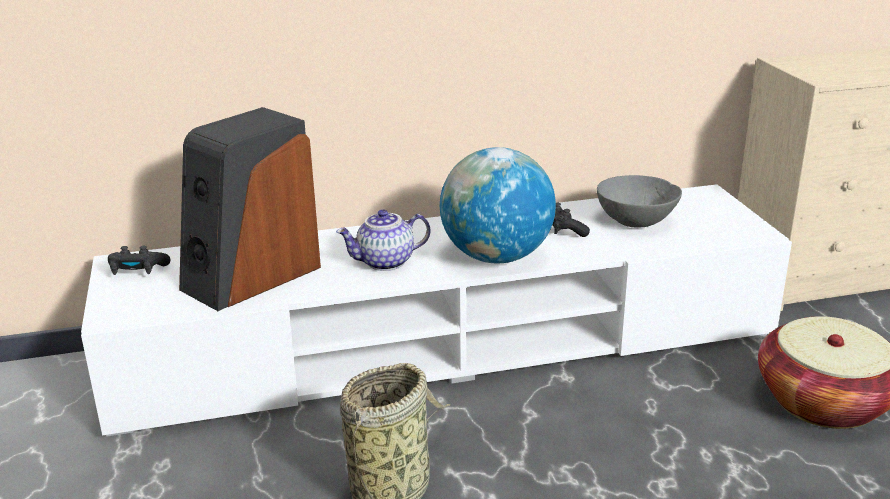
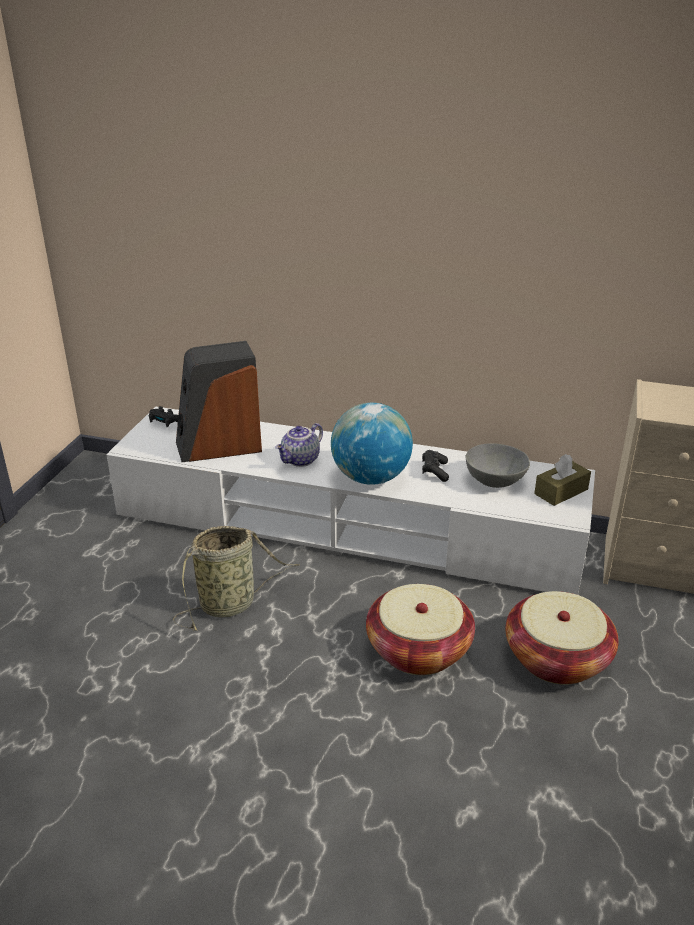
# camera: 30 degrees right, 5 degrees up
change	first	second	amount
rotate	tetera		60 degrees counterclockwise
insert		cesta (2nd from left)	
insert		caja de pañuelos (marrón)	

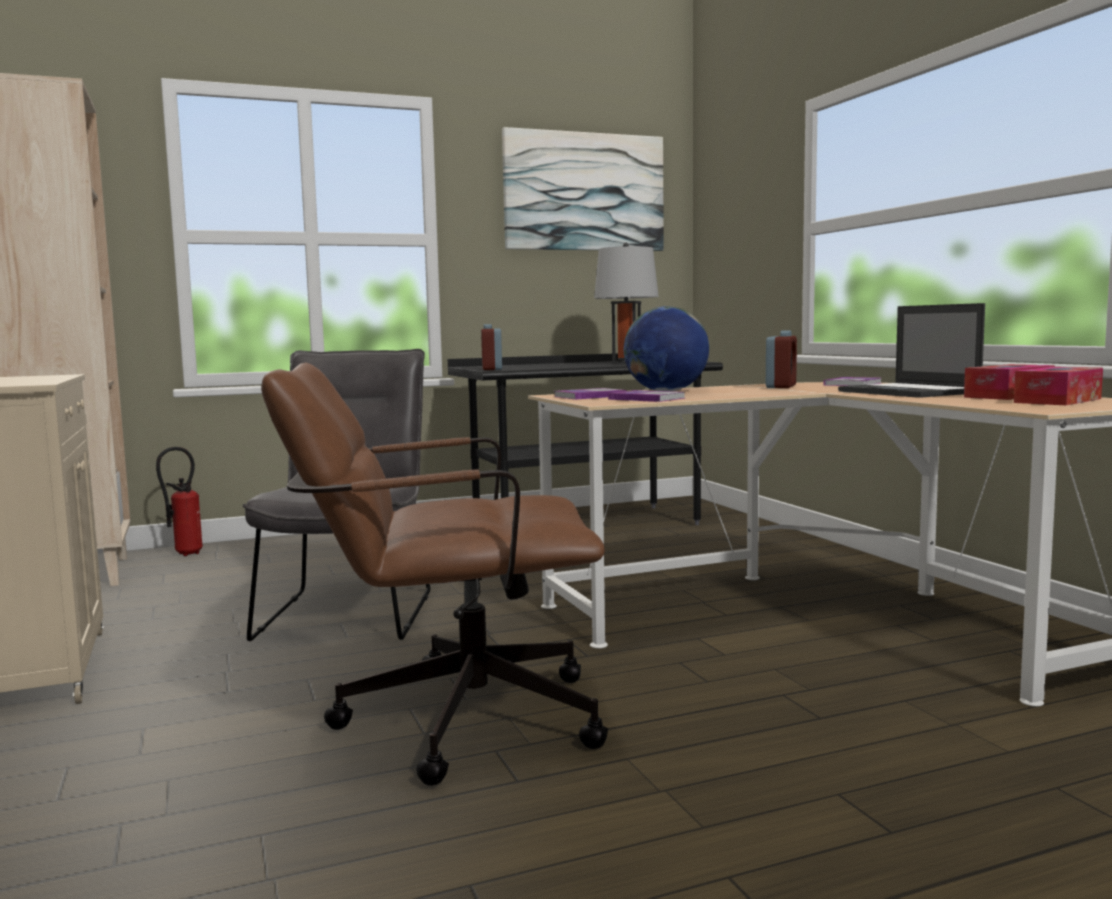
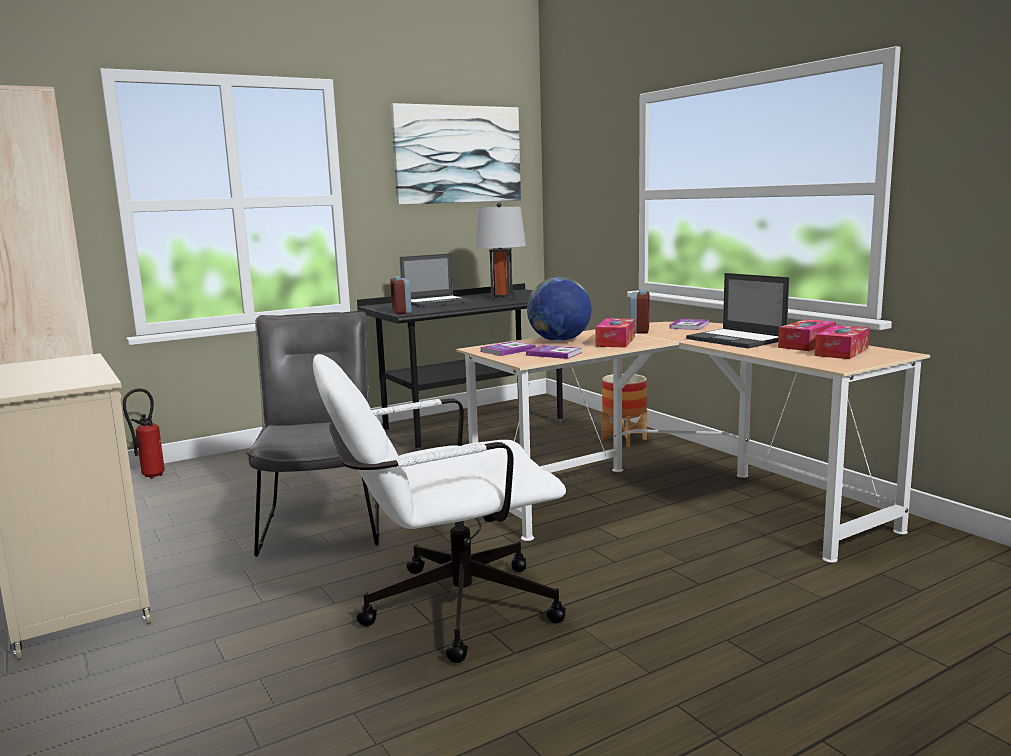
# camera: 10 degrees left, 5 degrees up
change	first	second	amount
recolor	silla de oficina (marrón)	silla de oficina (blanco)	
insert		portátil (1st from left)	
insert		caja de pañuelos (1st from left)	
insert		maceta	

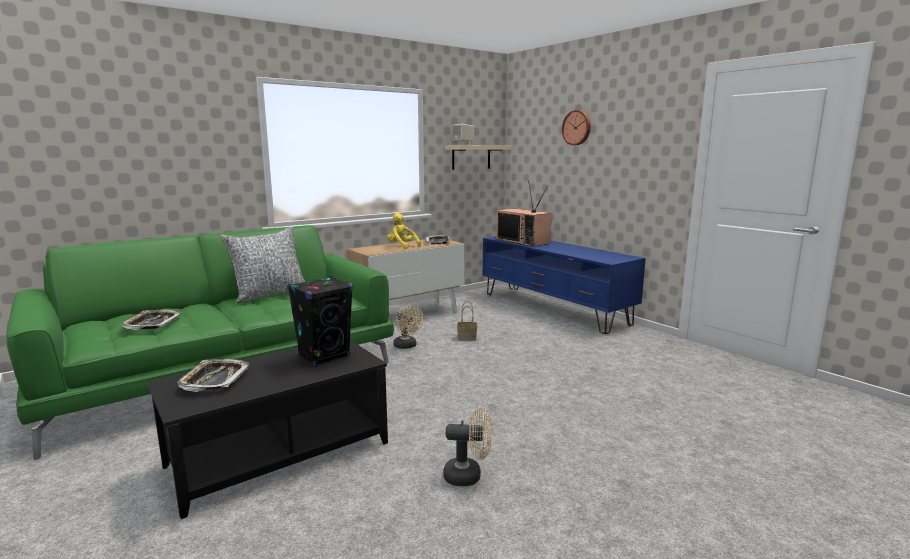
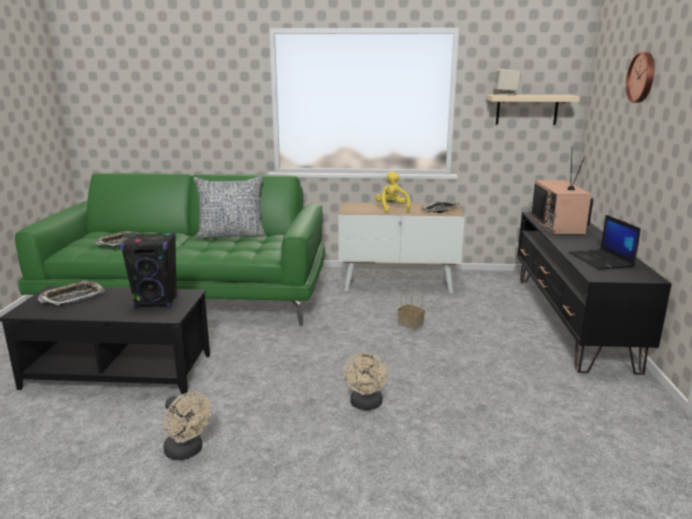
# camera: 40 degrees right, 5 degrees up
change	first	second	amount
move	ventilador (beis) (1st from left in the first image)	ventilador (beis) (2nd from left)	
recolor	mueble de televisión (azul)	mueble de televisión (negro)	
insert		portátil	

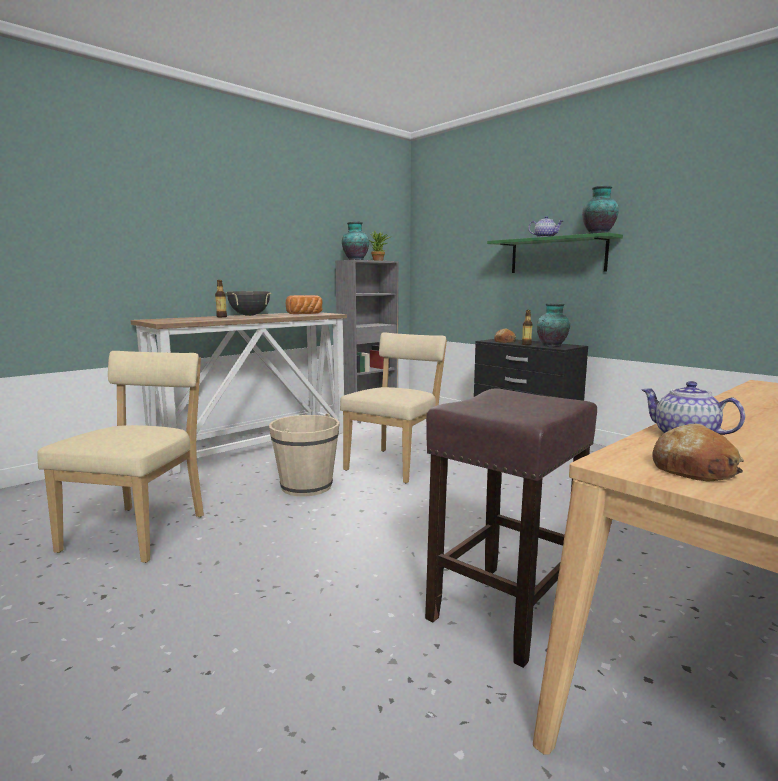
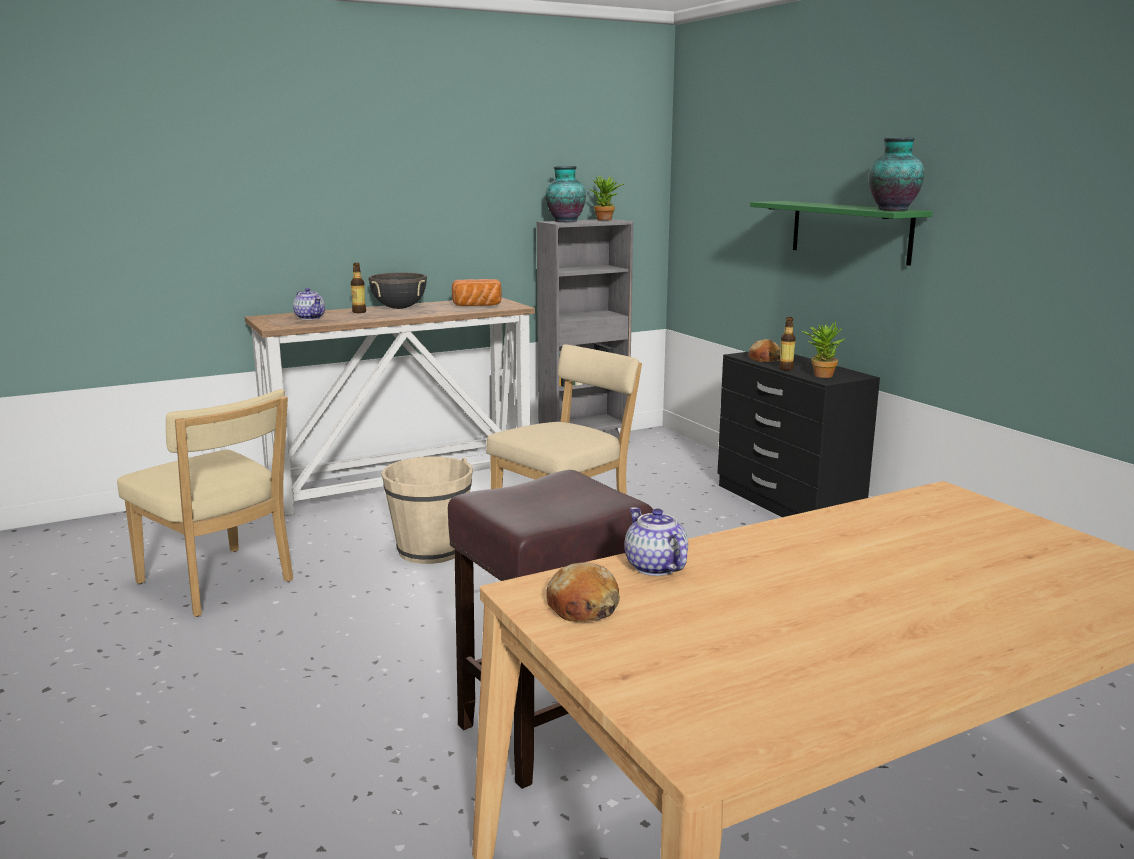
# camera: 15 degrees right, 5 degrees up
change	first	second	amount
rotate	silla (beis) (1st from left)		105 degrees clockwise
move	tetera (1st from left)		
replace	florero (2nd from left)	planta en maceta (2nd from left)	

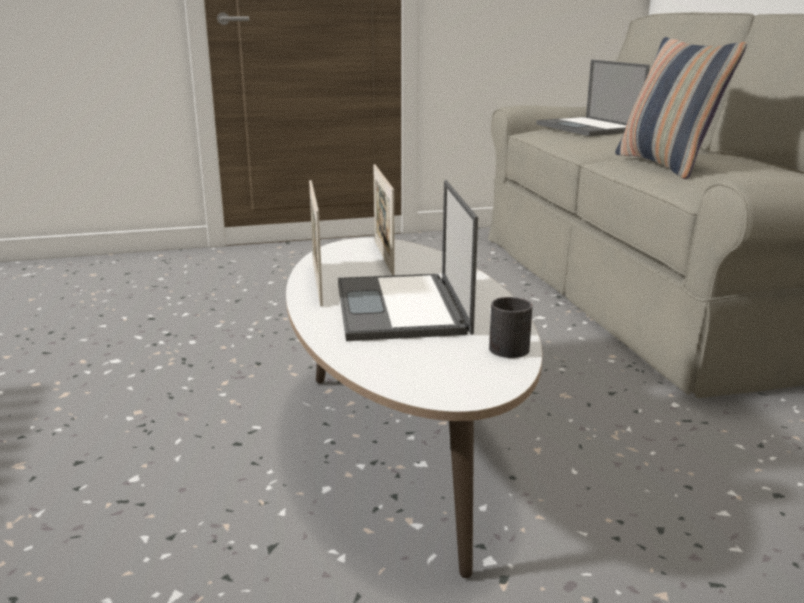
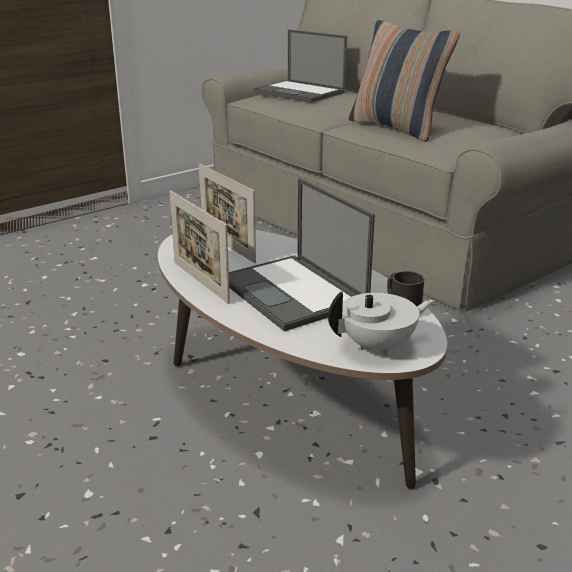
# camera: 25 degrees left, 5 degrees up
change	first	second	amount
insert		tetera (blanco)	

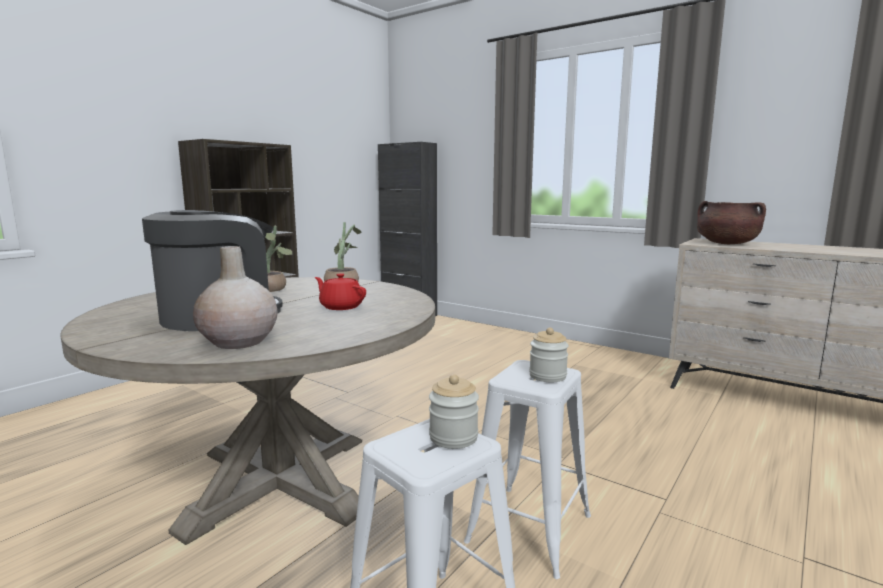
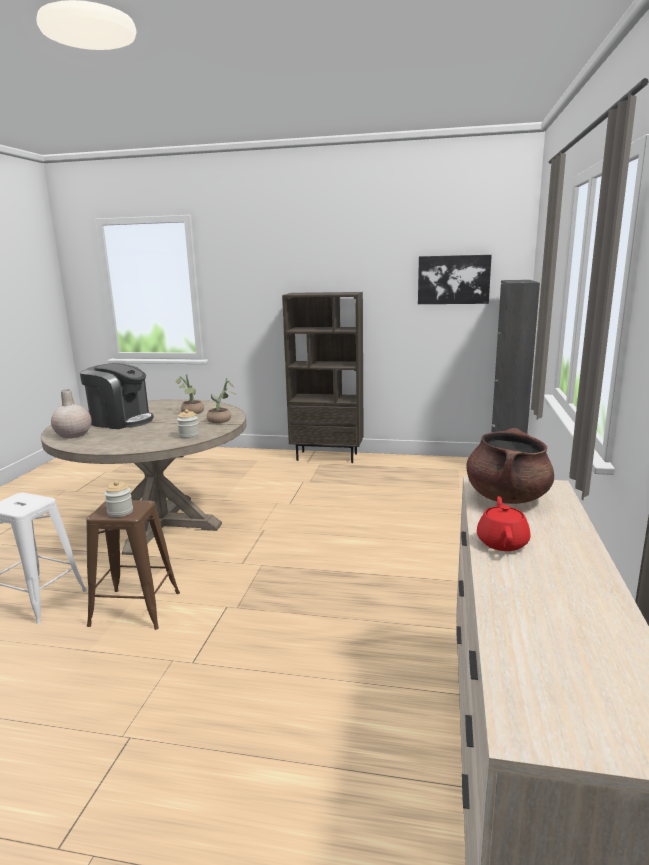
# camera: 65 degrees right, 5 degrees up
change	first	second	amount
recolor	taburete (blanco) (2nd from left)	taburete (marrón)	
move	tarro (1st from left in the first image)	tarro (2nd from left)	
insert		cuadro	
move	tetera (rojo)		

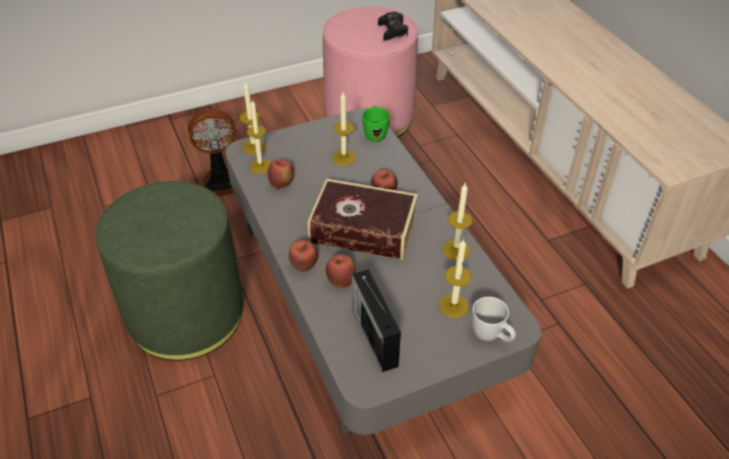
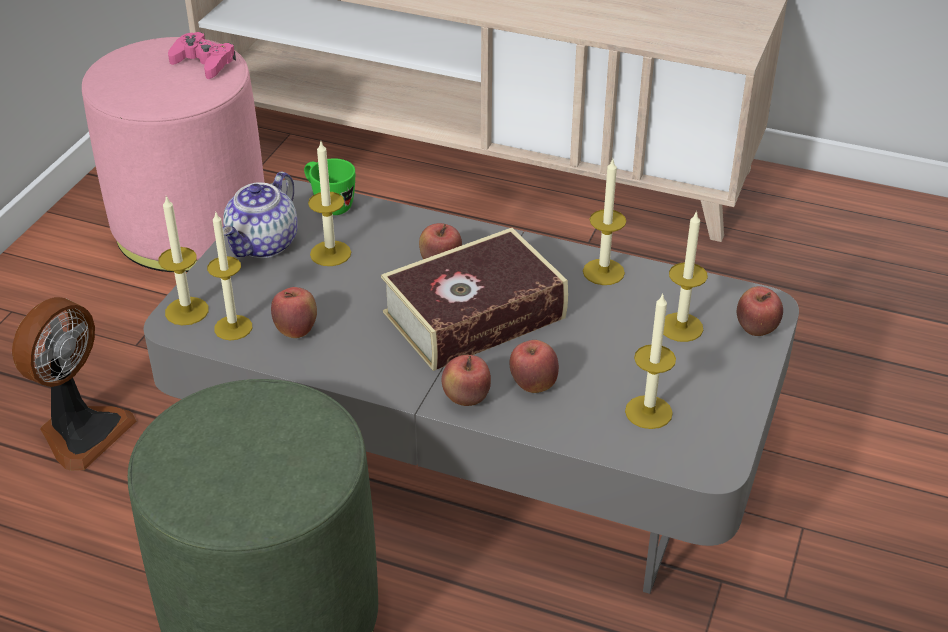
# camera: 45 degrees left, 5 degrees down
change	first	second	amount
recolor	mando de consola (negro)	mando de consola (rosa)	
insert		tetera	
replace	radio	vela (5th from left)	
replace	taza grande (blanco)	manzana (5th from left)	

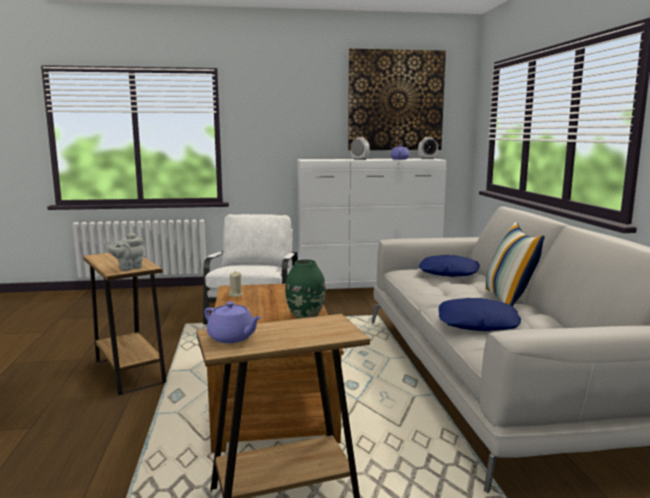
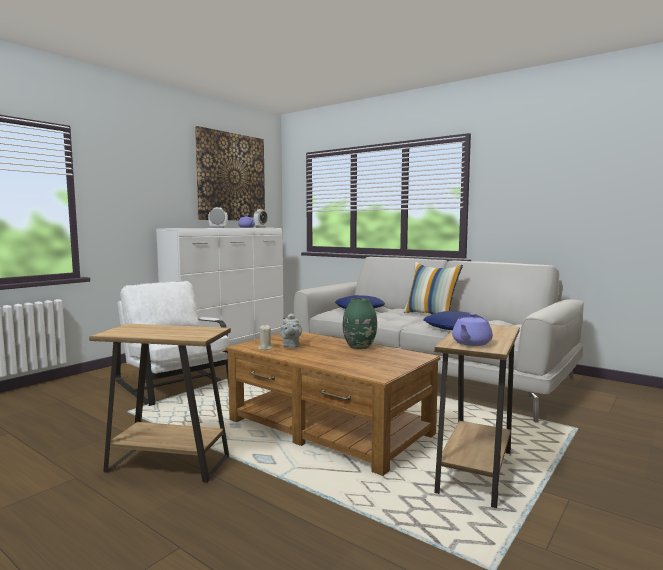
# camera: 45 degrees left, 5 degrees down
change	first	second	amount
move	tetera (gris)		
rotate	tetera (morado) (1st from left in the first image)	tetera (morado) (2nd from left)	135 degrees clockwise

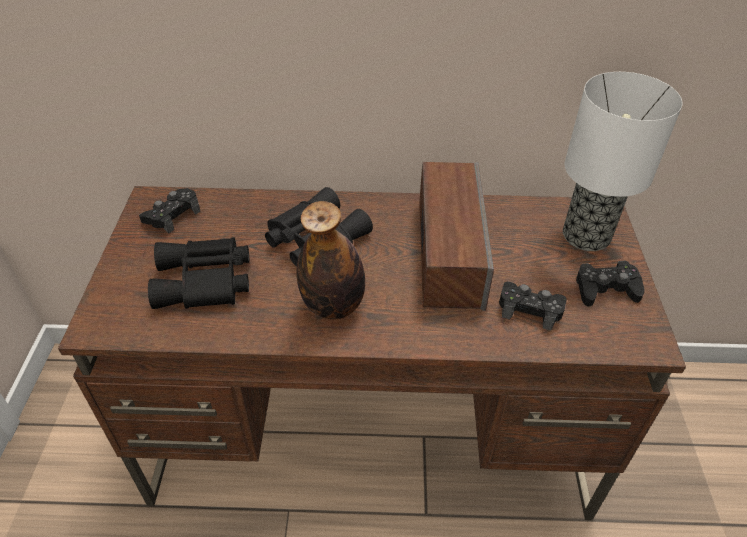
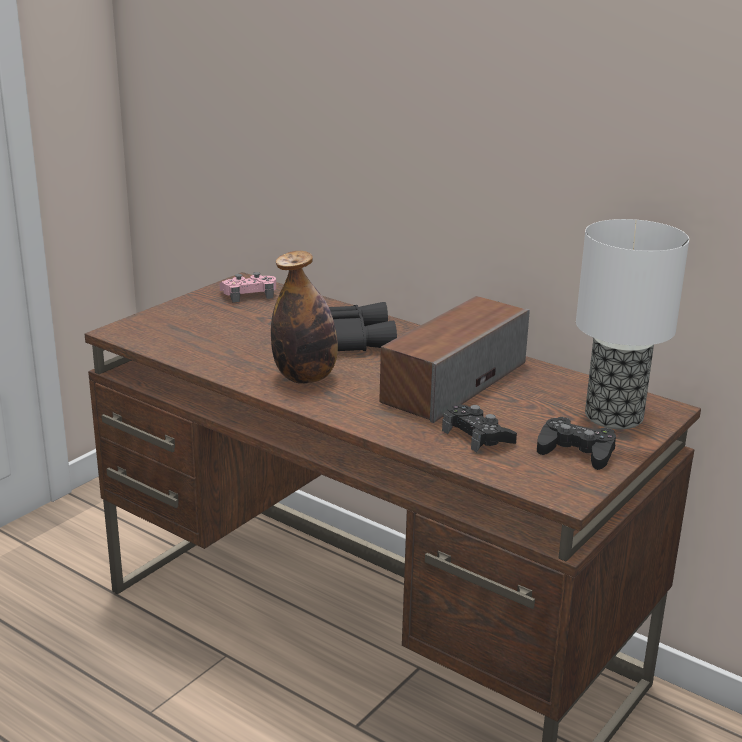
# camera: 35 degrees right, 20 degrees down
change	first	second	amount
recolor	mando de consola (negro) (1st from left)	mando de consola (rosa)	
delete	prismáticos (negro) (1st from left)		

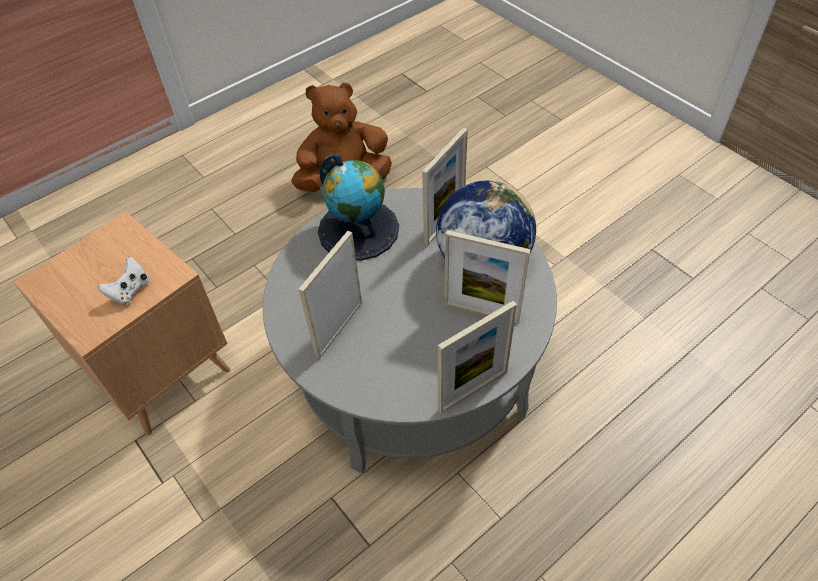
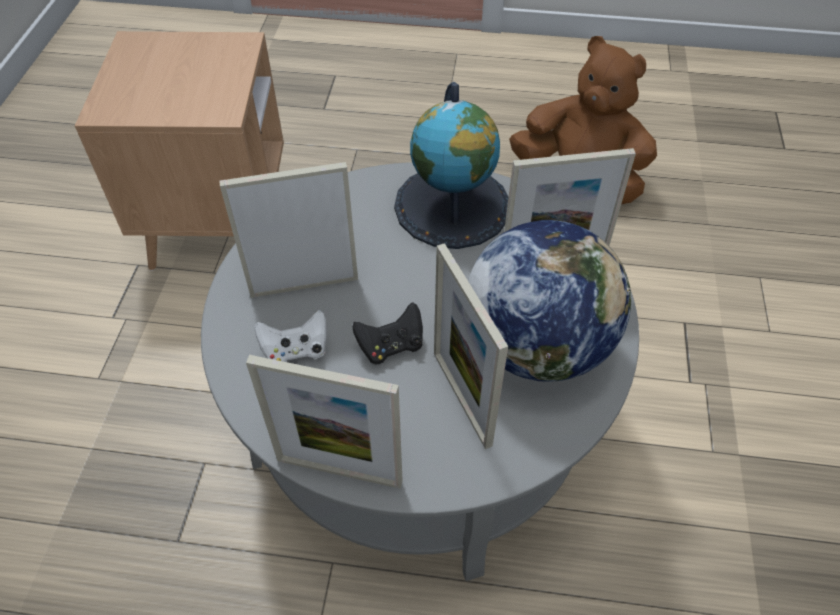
# camera: 45 degrees right, 0 degrees up
change	first	second	amount
move	mando de consola (blanco)		
insert		mando de consola (negro)	

